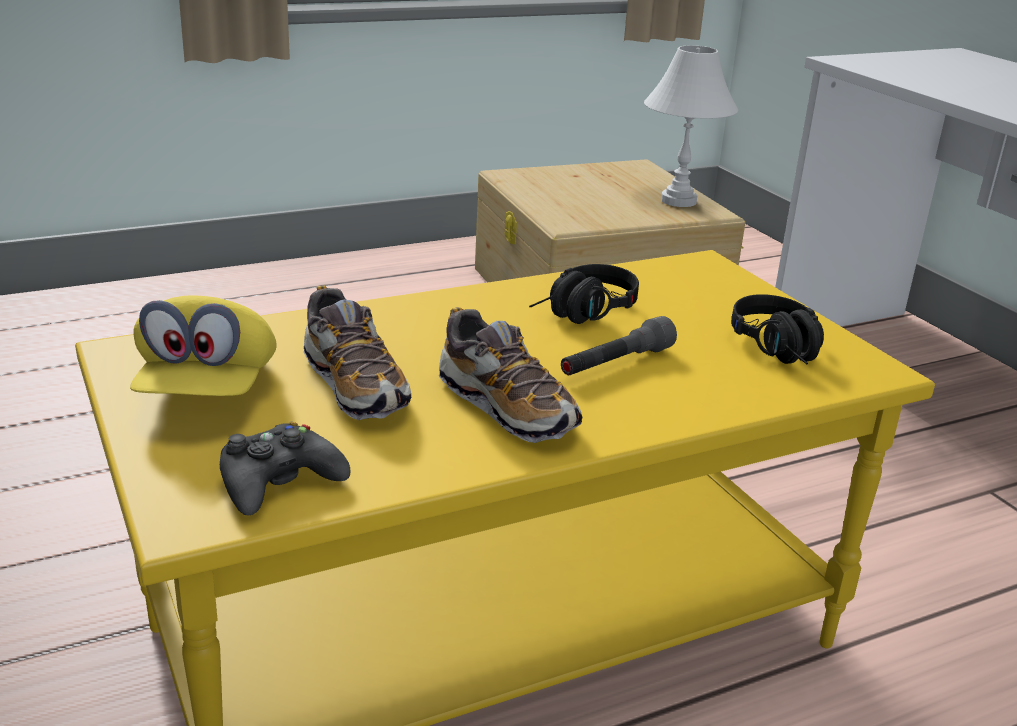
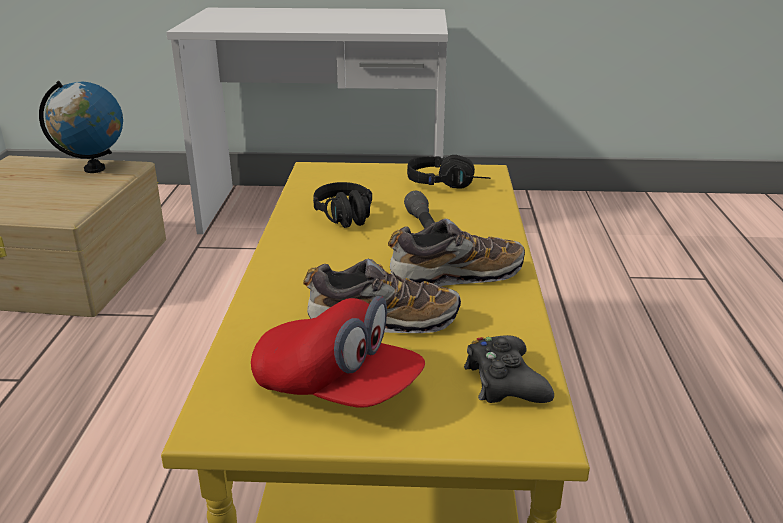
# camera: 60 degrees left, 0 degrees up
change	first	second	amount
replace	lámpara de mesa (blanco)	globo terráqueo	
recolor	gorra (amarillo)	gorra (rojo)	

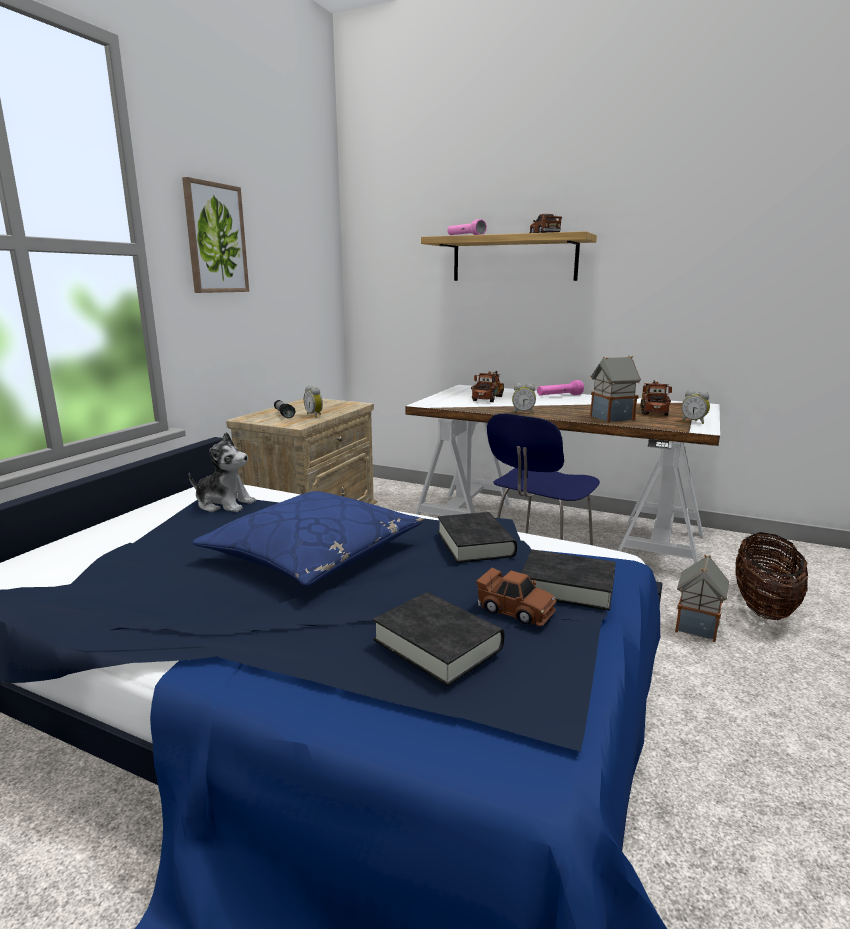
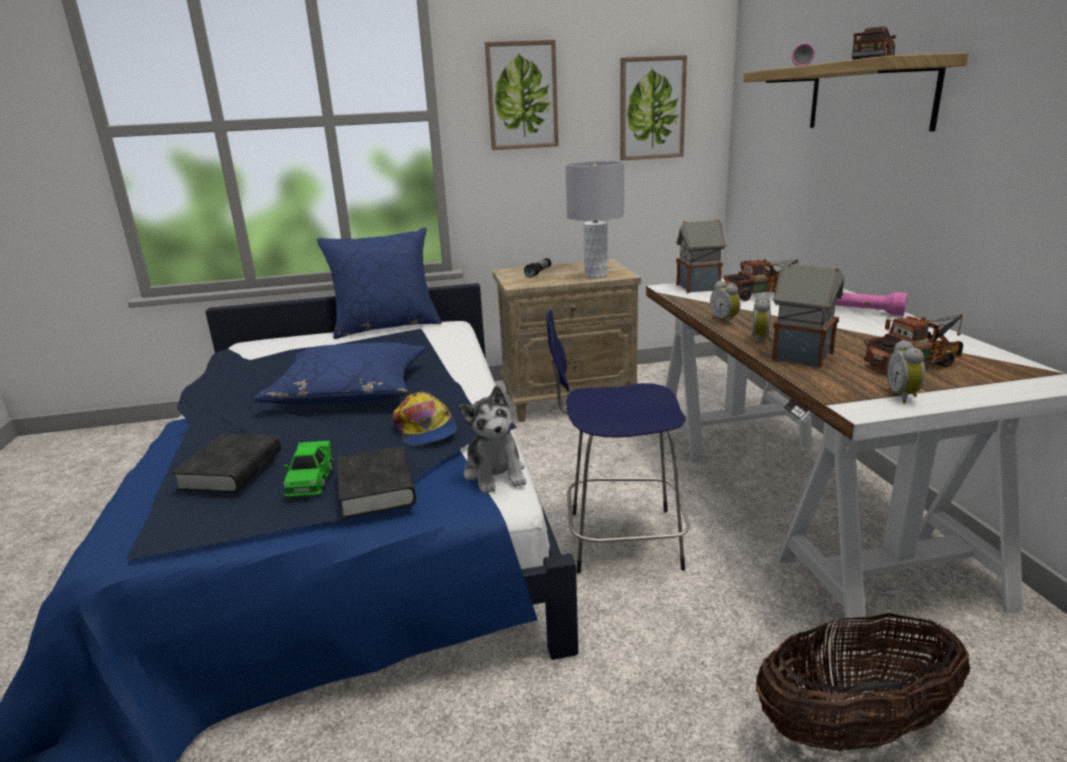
# camera: 55 degrees right, 5 degrees up
change	first	second	amount
recolor	coche de juguete (marrón) (1st from left)	coche de juguete (verde)	
insert		cojín (azul) (2nd from left)	
replace	libro (negro) (2nd from left)	gorra	
move	peluche		
insert		lámpara de mesa (gris)	
insert		cuadro (2nd from left)	
move	casita (2nd from left in the first image)	casita (1st from left)	
move	despertador (1st from left in the first image)	despertador (2nd from left)	

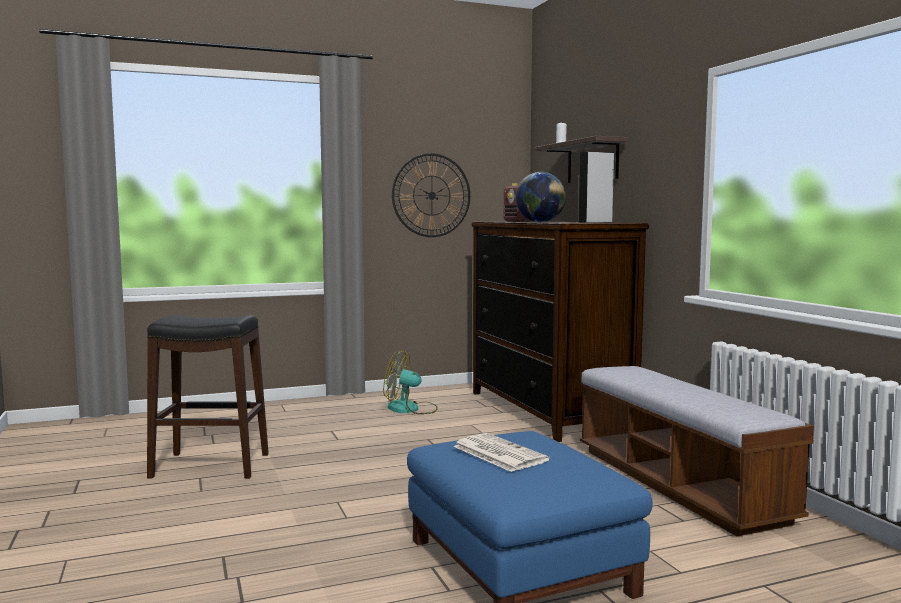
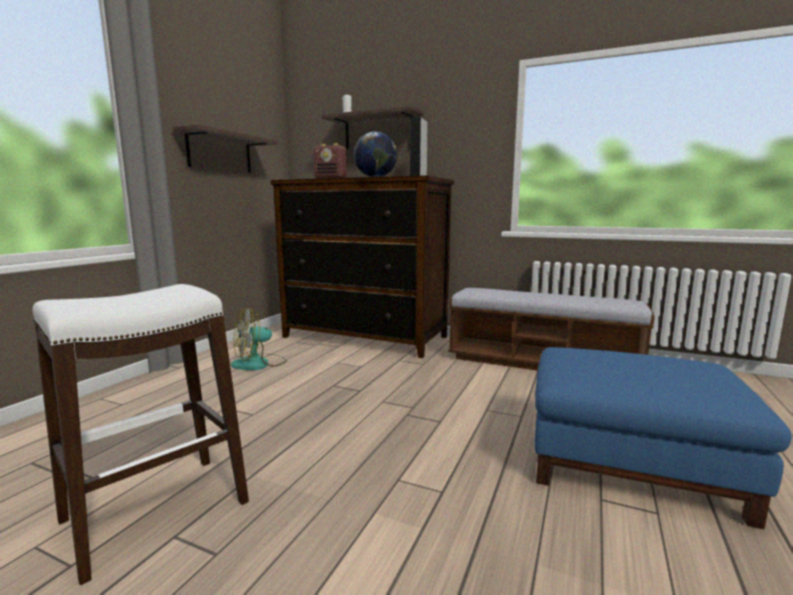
# camera: 45 degrees left, 5 degrees up
change	first	second	amount
recolor	taburete (negro)	taburete (blanco)	
replace	reloj de pared	estante (1st from left)	
delete	periódico		

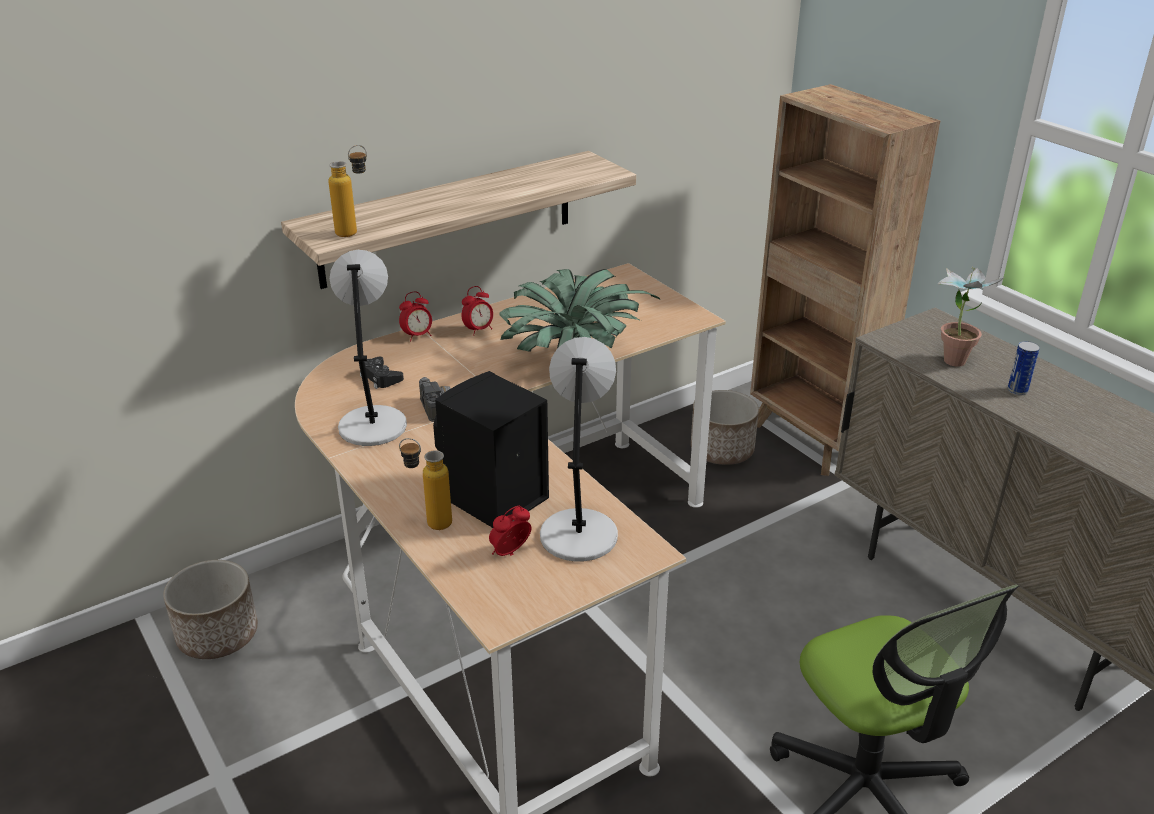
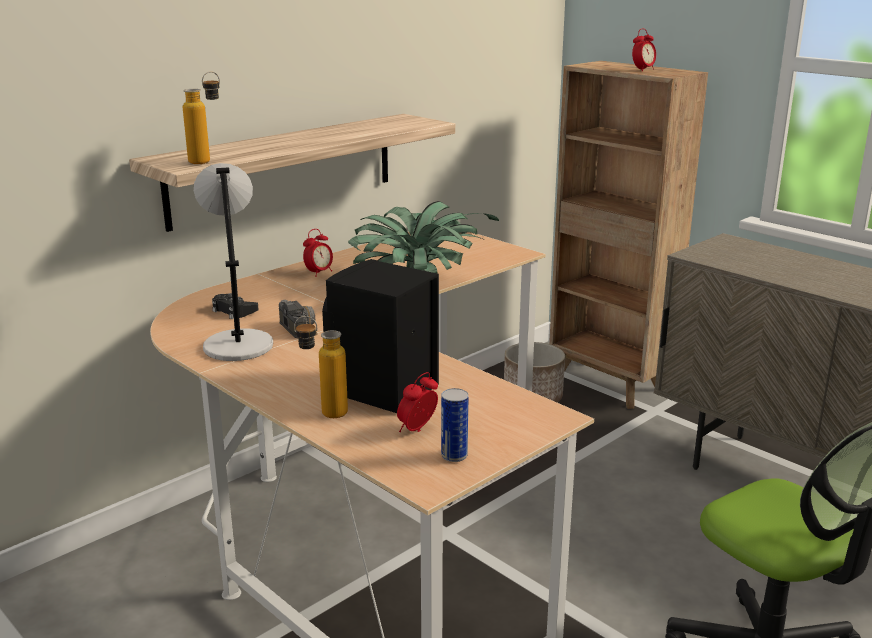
# camera: 10 degrees left, 10 degrees down
change	first	second	amount
move	lata		
move	despertador (1st from left in the first image)	despertador (3rd from left)	
delete	maceta (1st from left)		
delete	lámpara de mesa (gris) (2nd from left)		
delete	planta en maceta (2nd from left)		

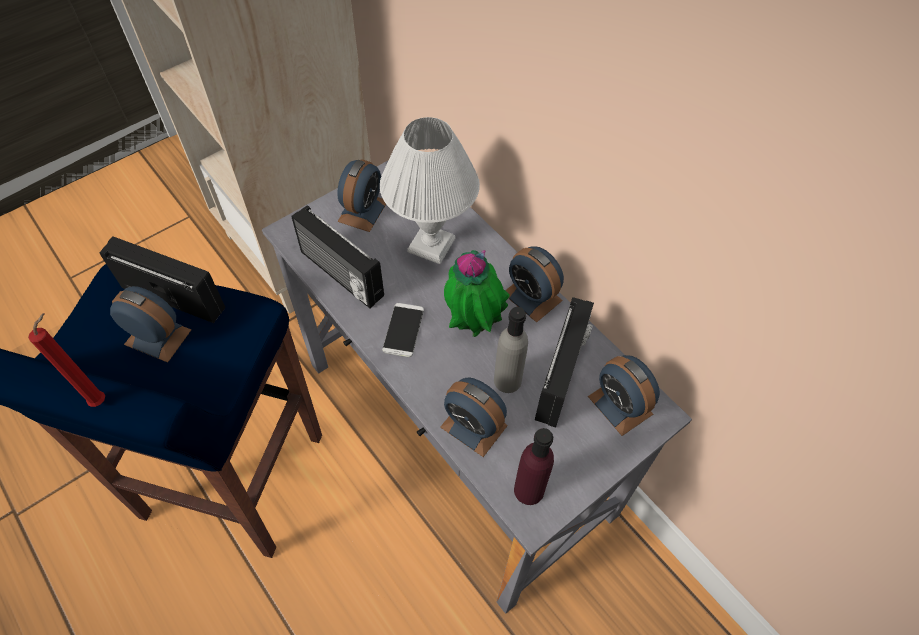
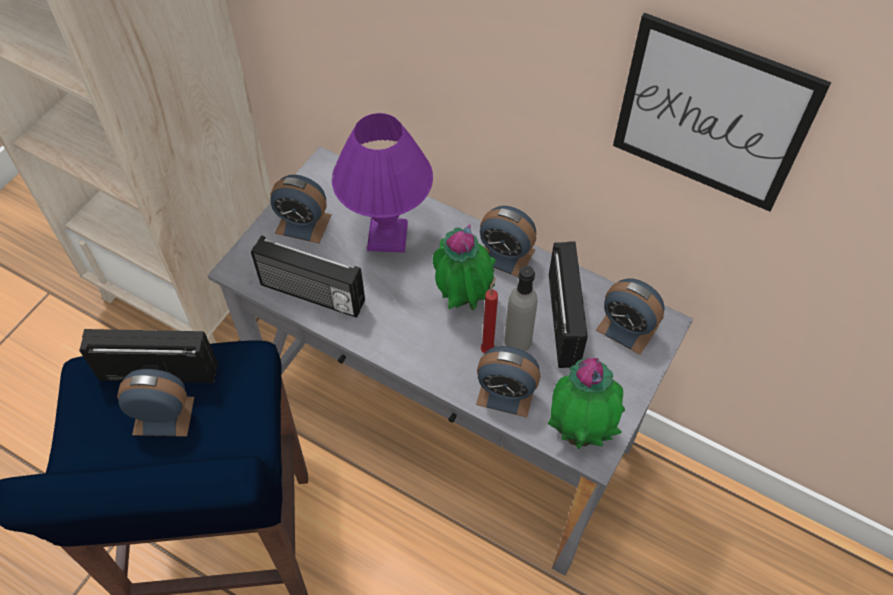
# camera: 20 degrees left, 0 degrees up
change	first	second	amount
rotate	despertador (2nd from left)		105 degrees clockwise
recolor	lámpara de mesa (blanco)	lámpara de mesa (morado)	
move	vela (rojo)		
replace	botella (morado)	planta en maceta (2nd from left)	
insert		cuadro	
delete	móvil		

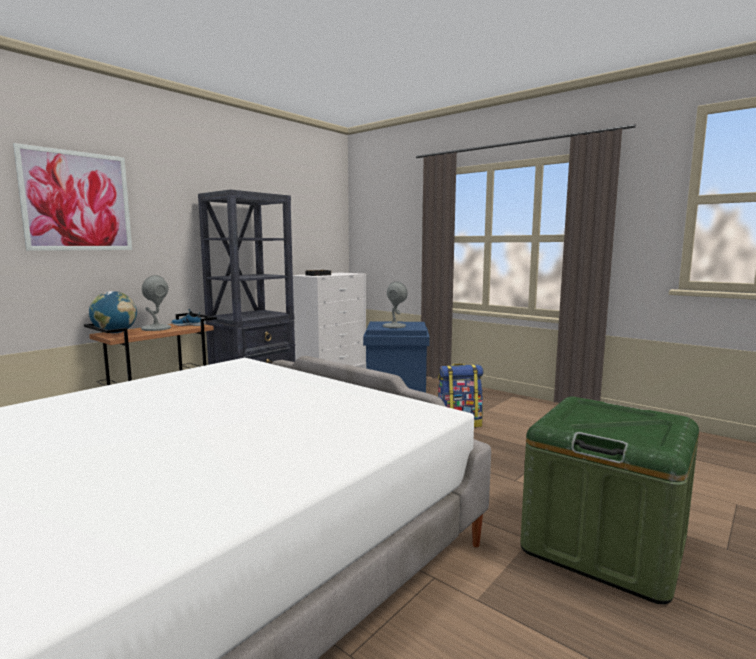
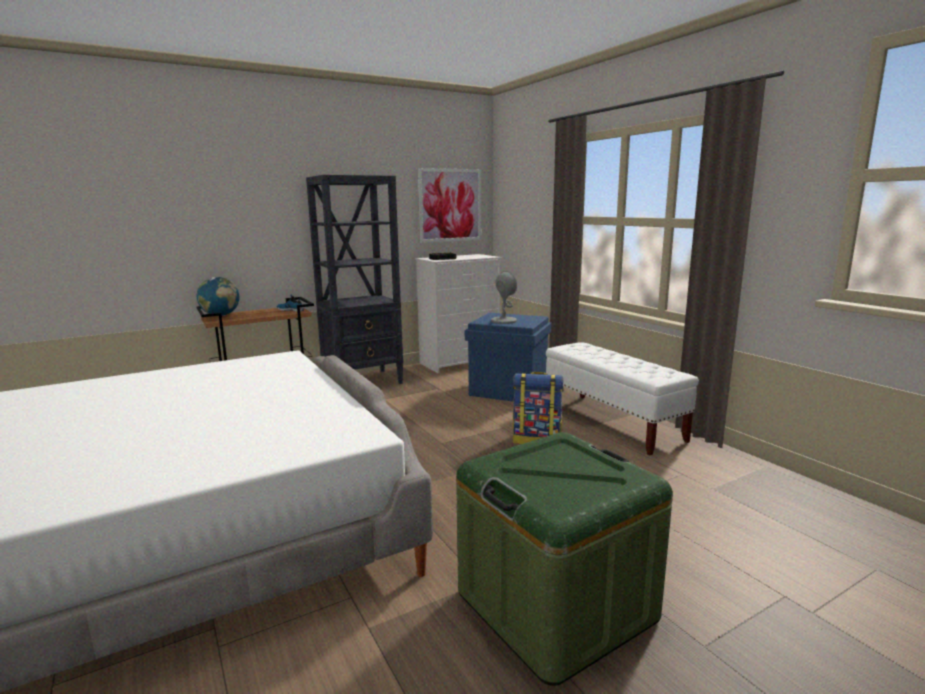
# camera: 20 degrees right, 5 degrees up
change	first	second	amount
move	cuadro		
insert		banco (blanco)	
delete	lámpara de mesa (gris) (1st from left)		

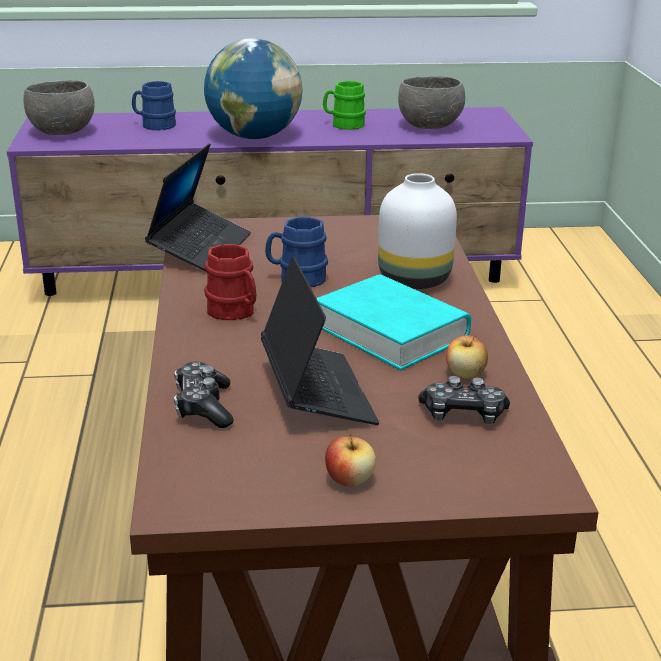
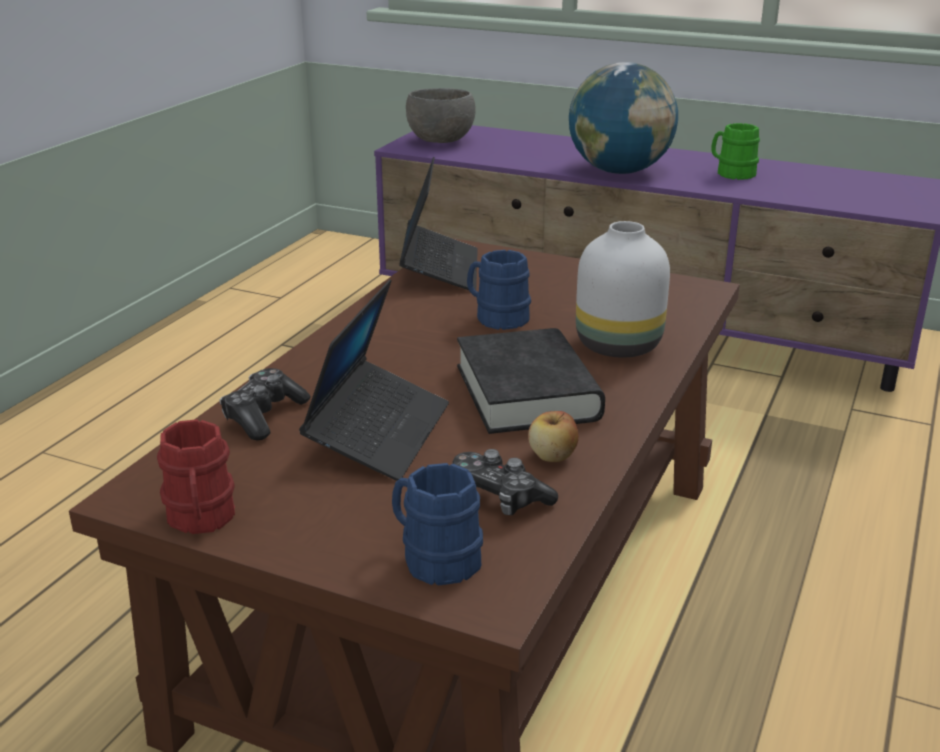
# camera: 30 degrees right, 0 degrees up
change	first	second	amount
move	taza grande (rojo)		
move	taza grande (azul) (1st from left)		
rotate	portátil (1st from left in the first image)	portátil (2nd from left)	45 degrees counterclockwise
recolor	libro (turquesa)	libro (negro)	
delete	manzana (1st from left)		
delete	cuenco (gris) (2nd from left)		

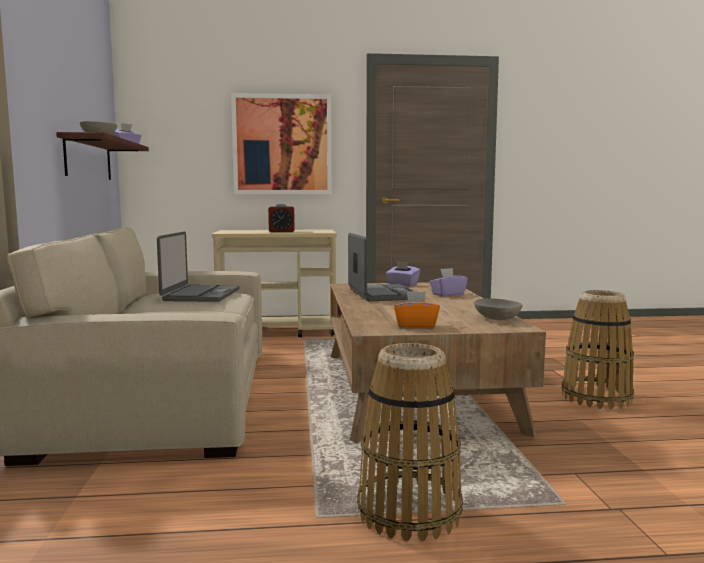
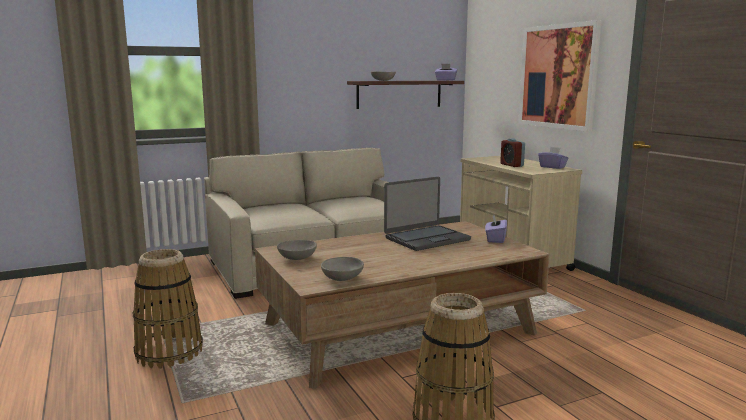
# camera: 70 degrees right, 5 degrees up
change	first	second	amount
replace	caja de pañuelos (naranja)	cuenco (gris) (1st from left)	
move	caja de pañuelos (morado) (3rd from left)		
delete	portátil (1st from left)		

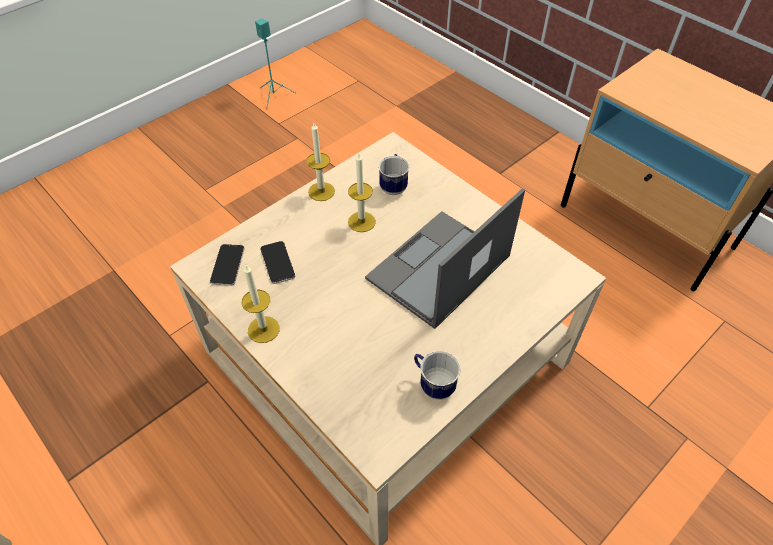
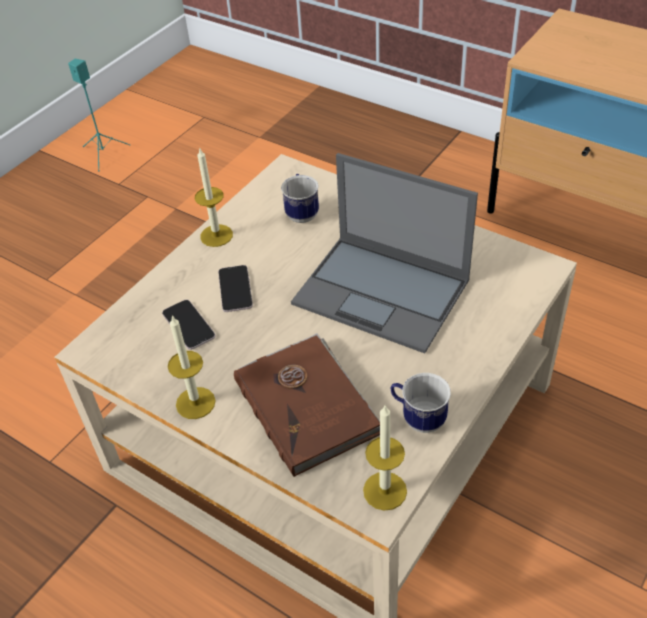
# camera: 10 degrees left, 5 degrees down
change	first	second	amount
move	móvil (1st from left in the first image)	móvil (2nd from left)	
insert		libro (marrón)	
rotate	portátil		90 degrees counterclockwise
move	vela (3rd from left)		

